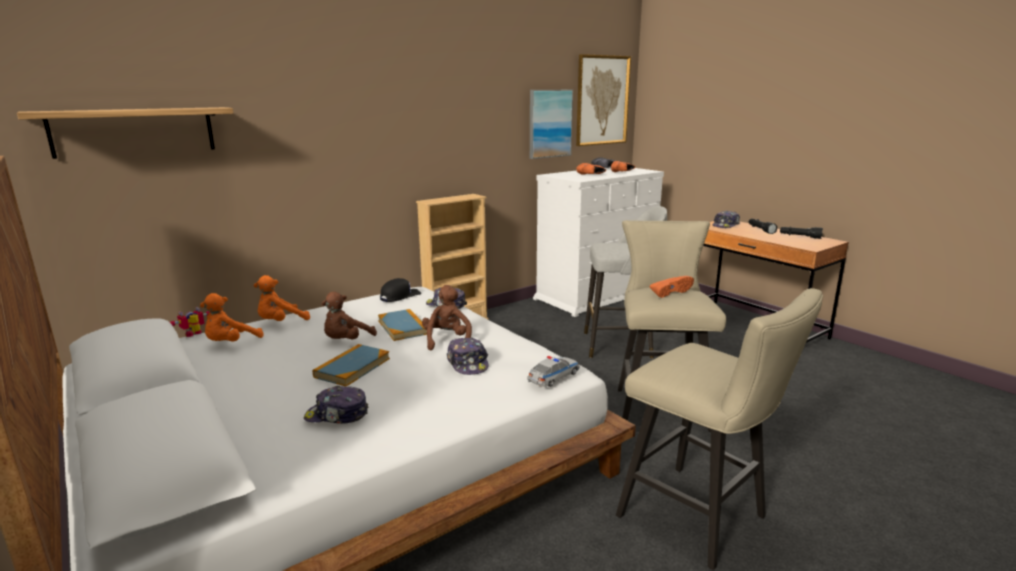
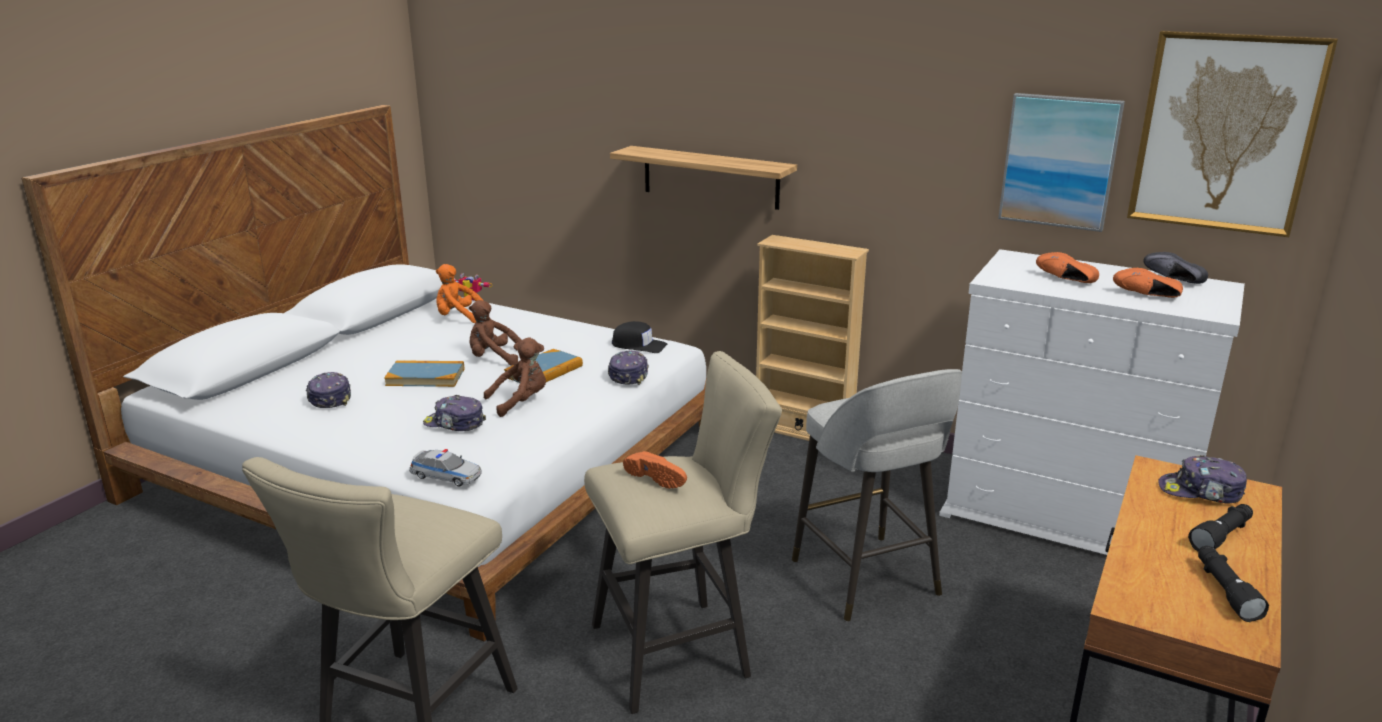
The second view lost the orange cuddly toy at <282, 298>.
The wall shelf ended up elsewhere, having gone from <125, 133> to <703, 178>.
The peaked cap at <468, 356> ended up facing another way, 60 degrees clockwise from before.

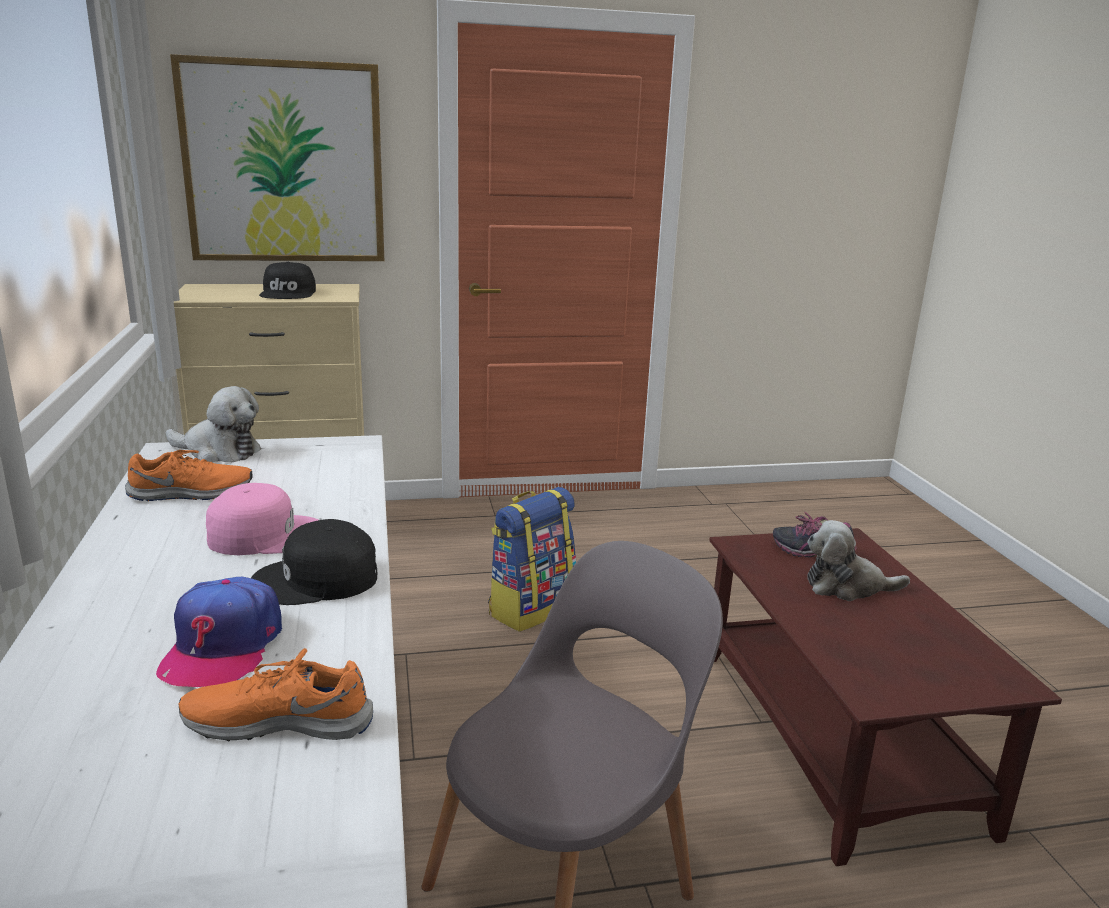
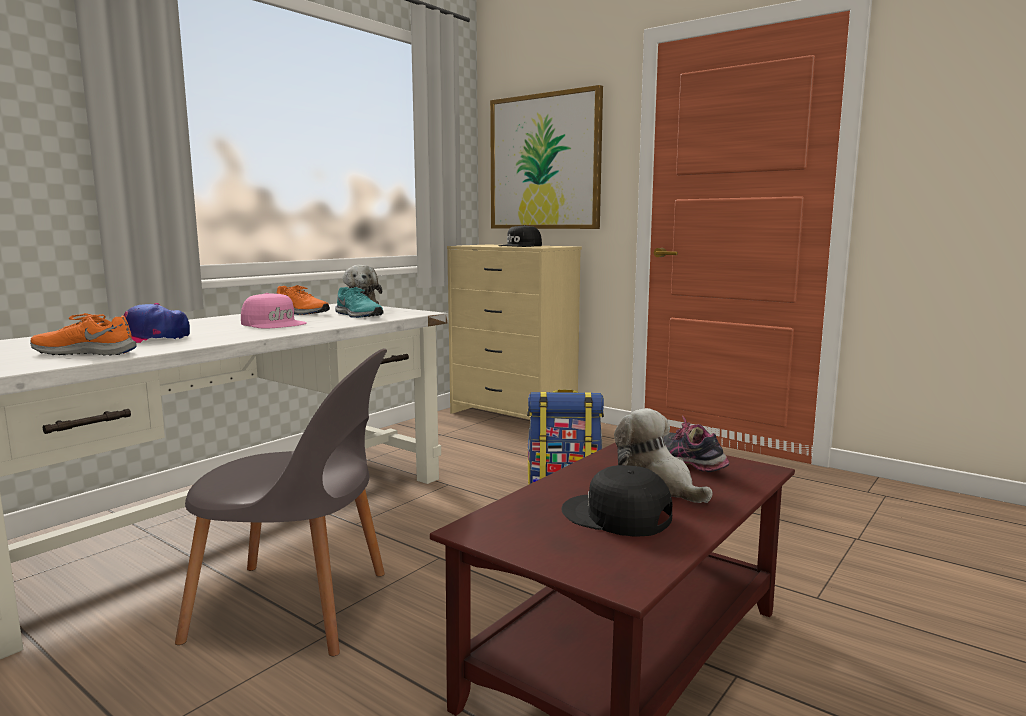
The second view gained the blue-green shoe at <359, 302>.
The black-coloured peaked cap ended up elsewhere, having gone from <314, 562> to <616, 501>.
The orange shoe at <276, 694> ended up facing another way, 45 degrees counterclockwise from before.

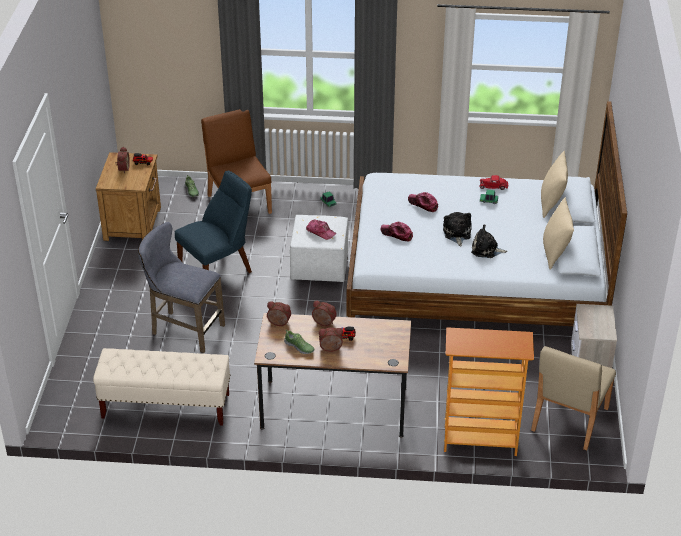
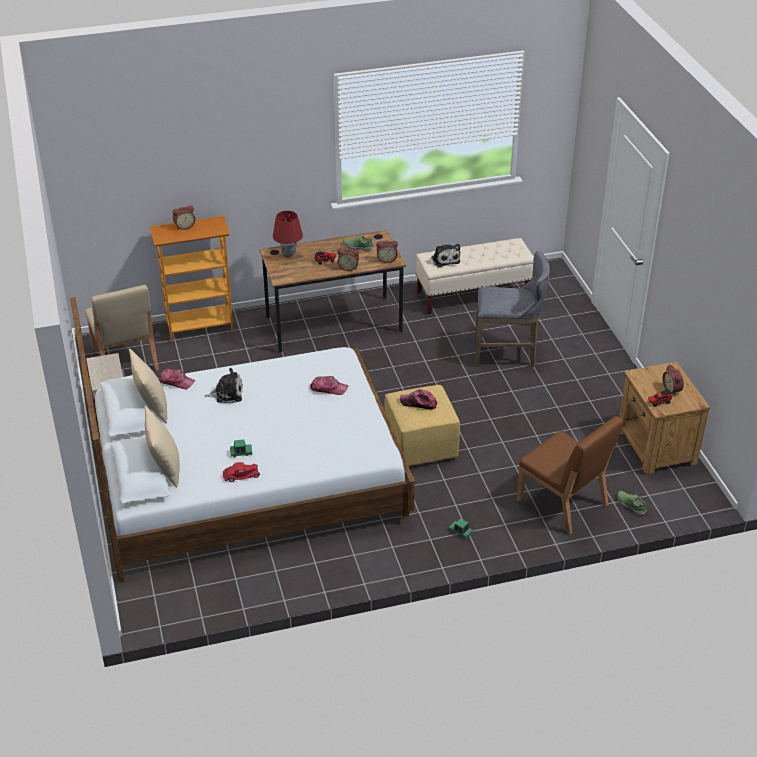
The second view lost the blue-coloured upright chair at <213, 222>.
The second view gained the reddish table lamp at <288, 234>.
The bedside clock ended up elsewhere, having gone from <331, 339> to <183, 217>.
The peaked cap ended up elsewhere, having gone from <423, 202> to <177, 379>.
The cuddly toy ended up elsewhere, having gone from <457, 229> to <445, 255>.
What was the white pouffe at <319, 248> turned into the yellow-coloured pouffe at <422, 425>.
The beige-coloured upright chair at <573, 398> ended up facing another way, 150 degrees clockwise from before.

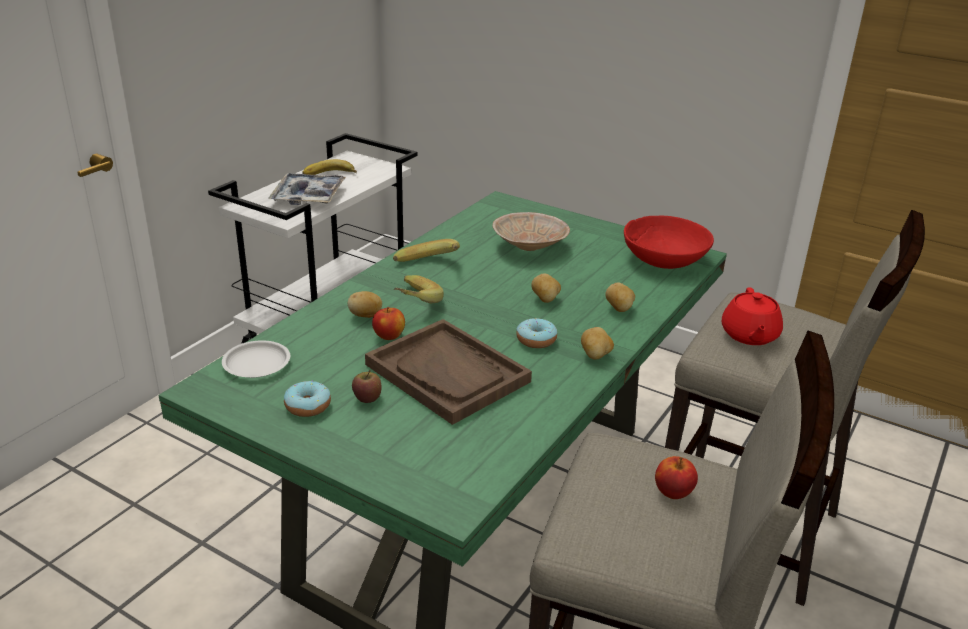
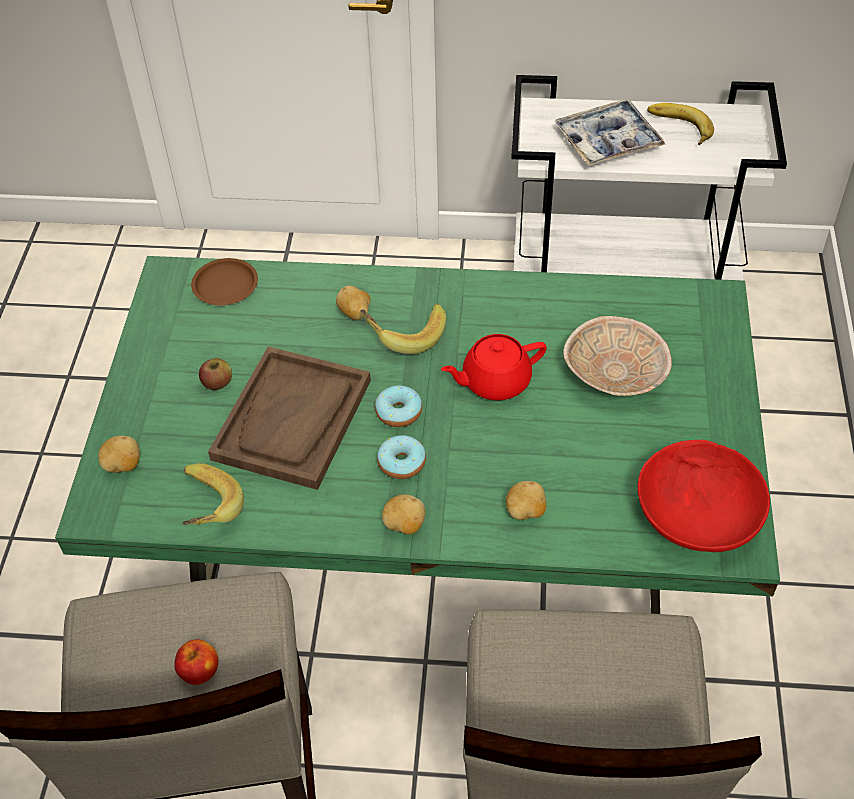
The second view lost the apple fruit at <388, 323>.
The doughnut ended up elsewhere, having gone from <307, 399> to <398, 406>.
The whole banana ended up elsewhere, having gone from <426, 250> to <213, 494>.
The potato ended up elsewhere, having gone from <546, 288> to <119, 454>.
The reddish tea pot ended up elsewhere, having gone from <752, 316> to <494, 367>.
What was the white plate at <256, 359> turned into the brown-coloured plate at <224, 281>.

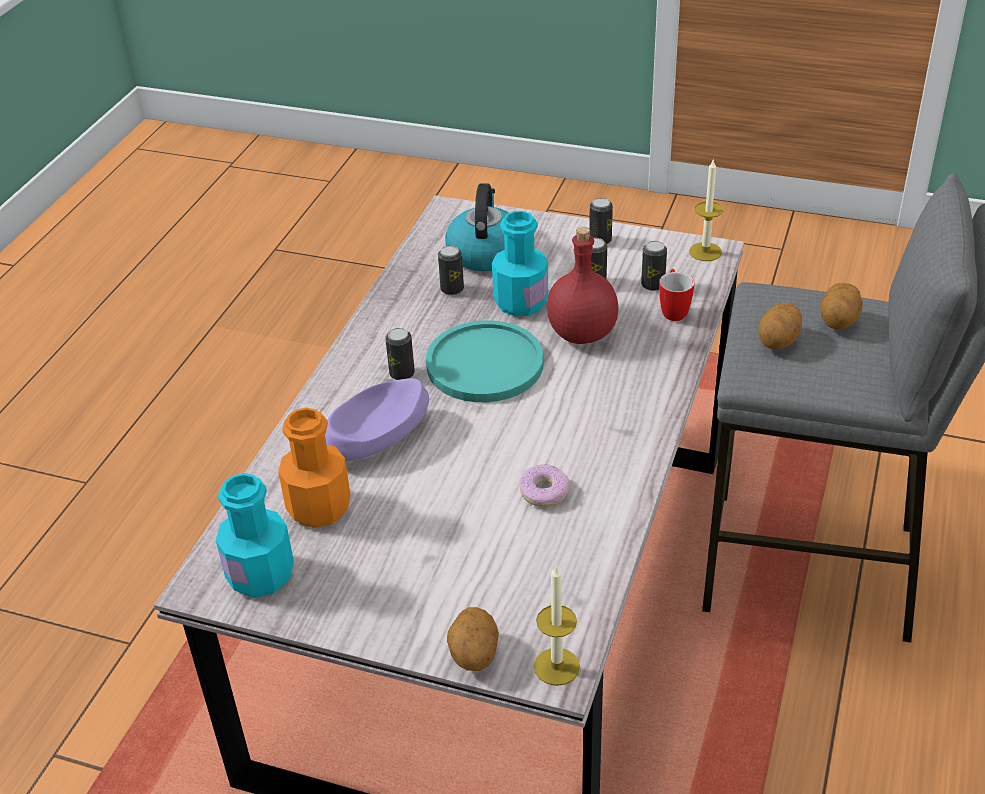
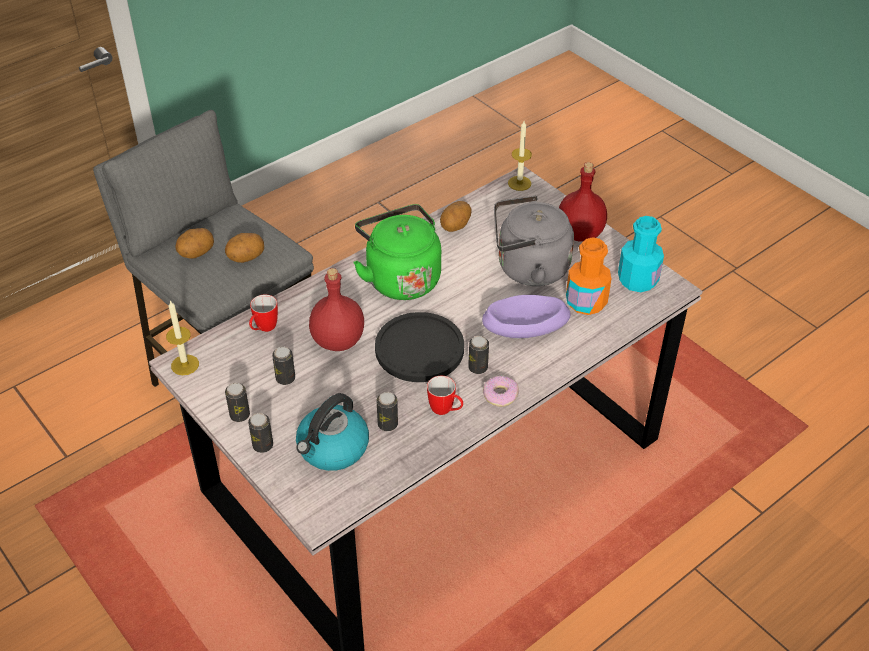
The second view lost the blue-green beverage bottle at <520, 263>.
The second view gained the green kettle at <397, 252>.
The second view gained the coffee mug at <445, 395>.
The second view gained the greyish kettle at <534, 240>.
The second view gained the reddish beverage bottle at <583, 202>.
The potato ended up elsewhere, having gone from <473, 639> to <456, 216>.
The doughnut ended up elsewhere, having gone from <544, 485> to <501, 391>.
The sealed can ended up elsewhere, having gone from <654, 266> to <260, 433>.
What was the blue-green plate at <485, 361> turned into the black-coloured plate at <419, 347>.

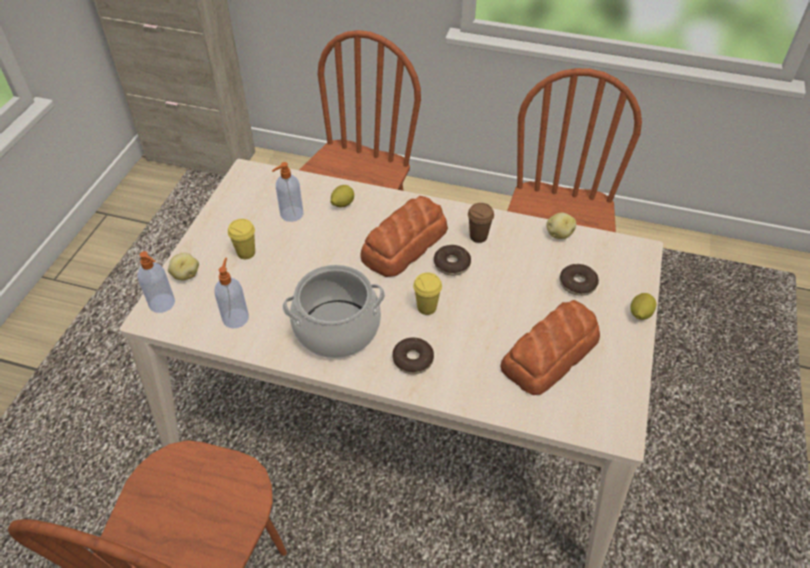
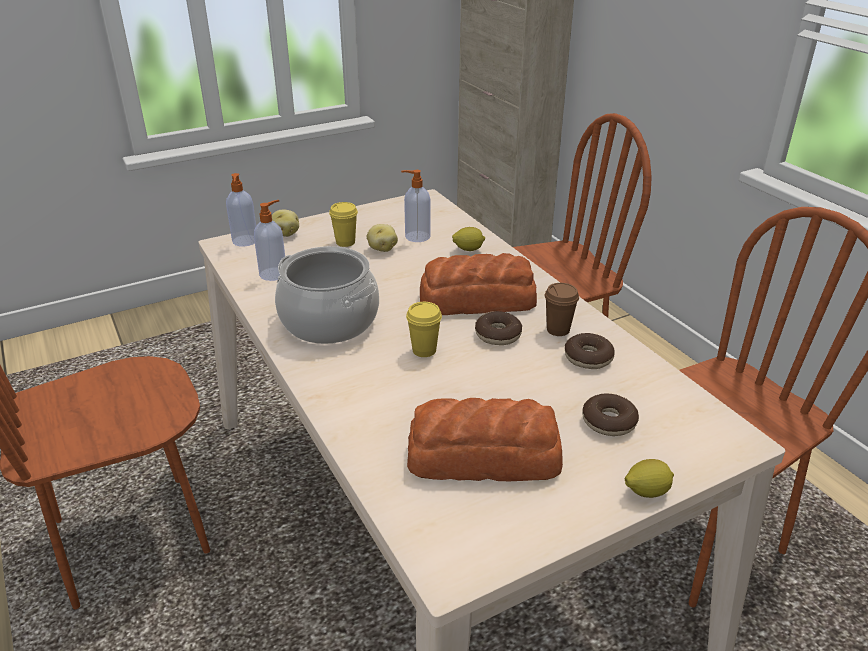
The doughnut ended up elsewhere, having gone from <413, 356> to <590, 351>.
The potato ended up elsewhere, having gone from <561, 226> to <382, 238>.

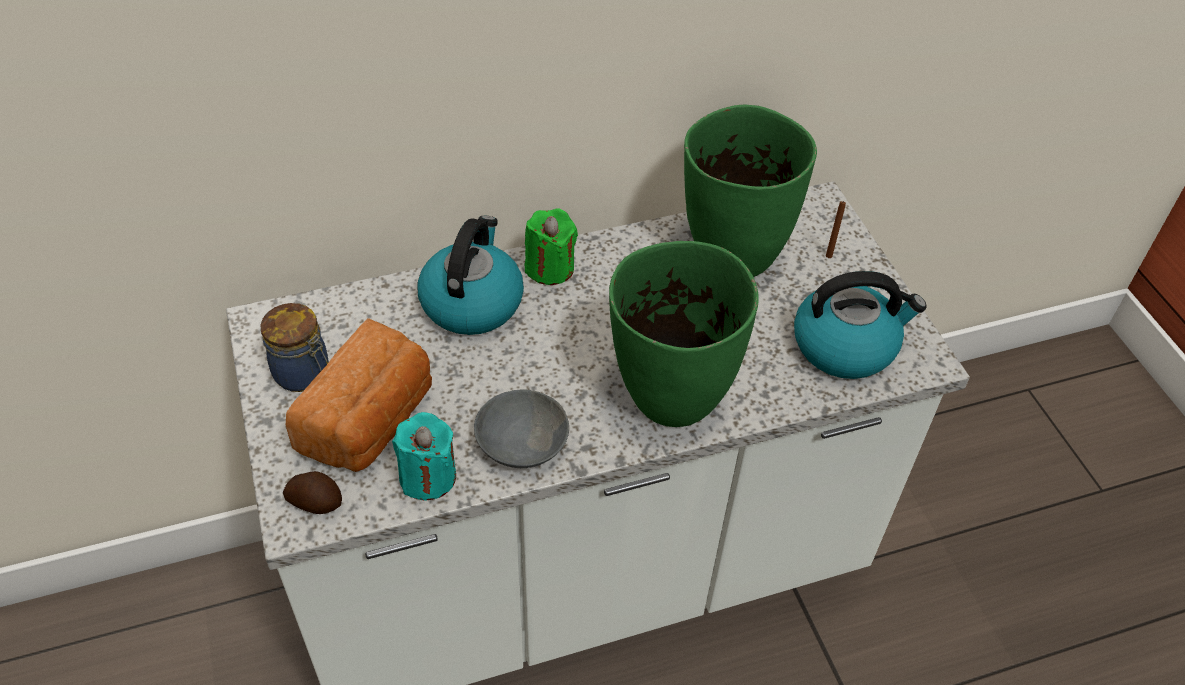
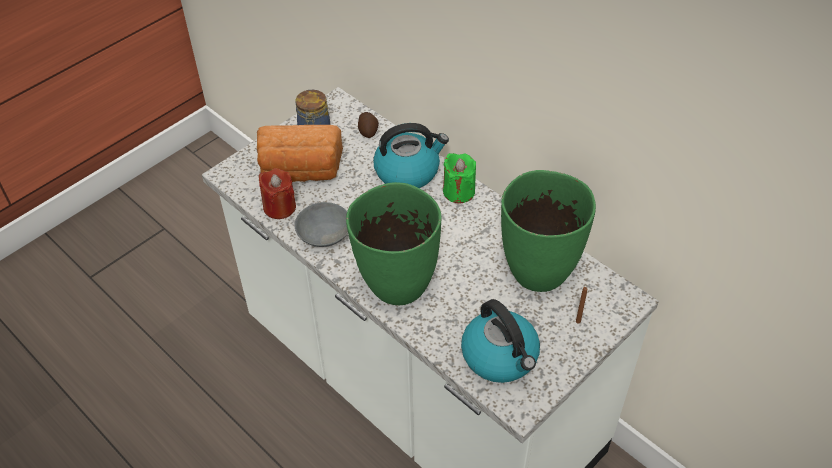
The potato ended up elsewhere, having gone from <312, 492> to <368, 125>.
What was the blue-green wax candle at <424, 456> turned into the reddish wax candle at <277, 193>.

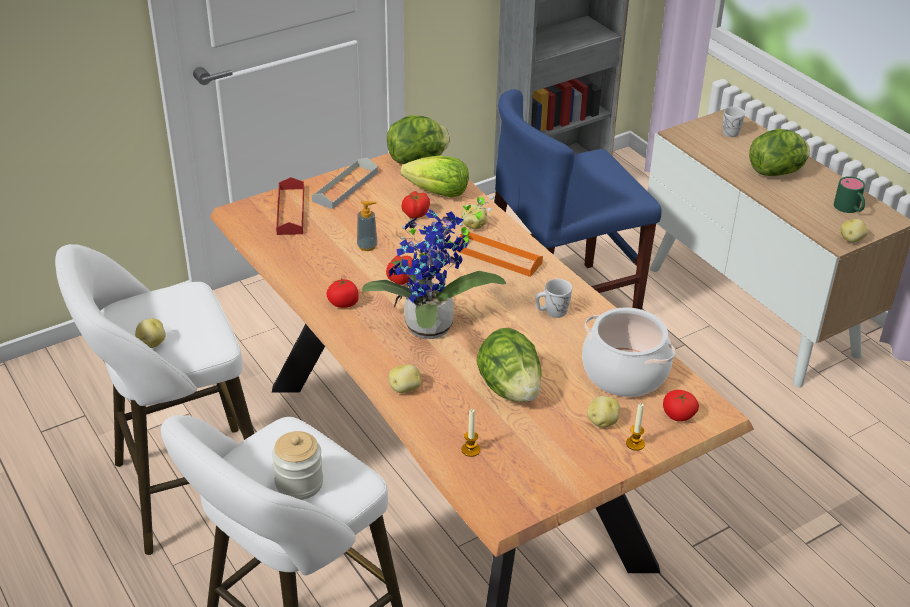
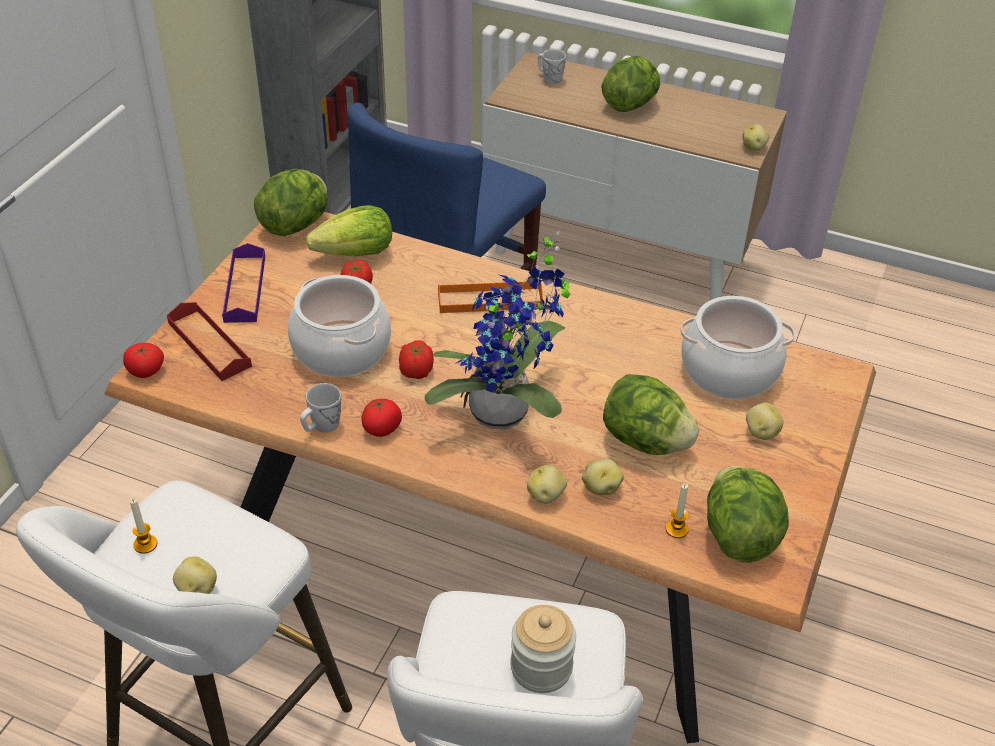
The second view lost the green coffee mug at <849, 194>.
The second view gained the lettuce at <748, 514>.
The potato ended up elsewhere, having gone from <474, 217> to <603, 476>.
The white coffee mug ended up elsewhere, having gone from <553, 298> to <320, 408>.
The wax candle ended up elsewhere, having gone from <635, 427> to <143, 526>.
The fresh tomato ended up elsewhere, having gone from <681, 405> to <143, 360>.
Where the soap bottle stood at <367, 226>, the cooking pot came to stand at <339, 326>.
What was the greyish carrying tray at <345, 183> turned into the purple carrying tray at <243, 283>.

